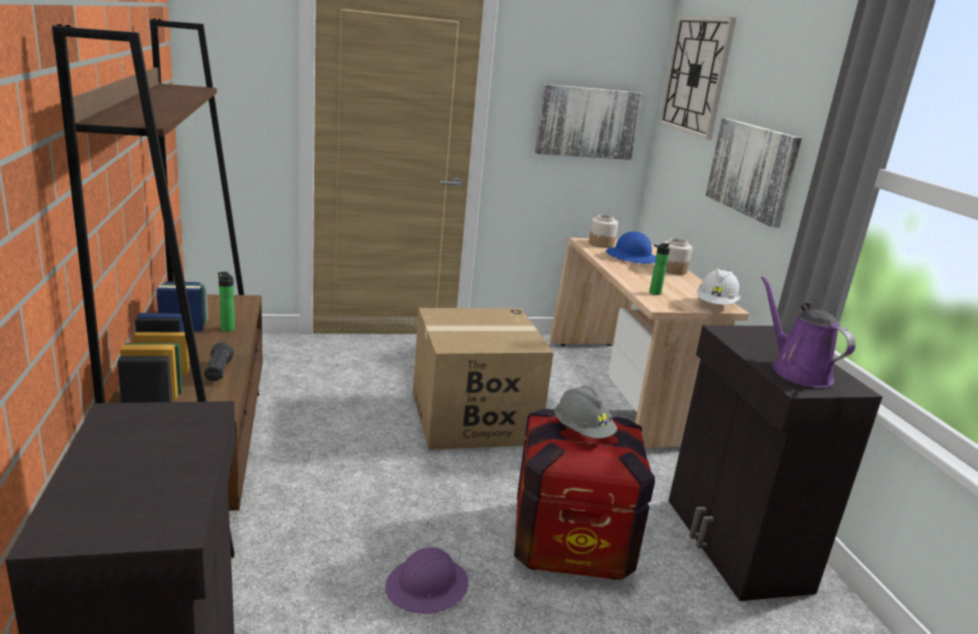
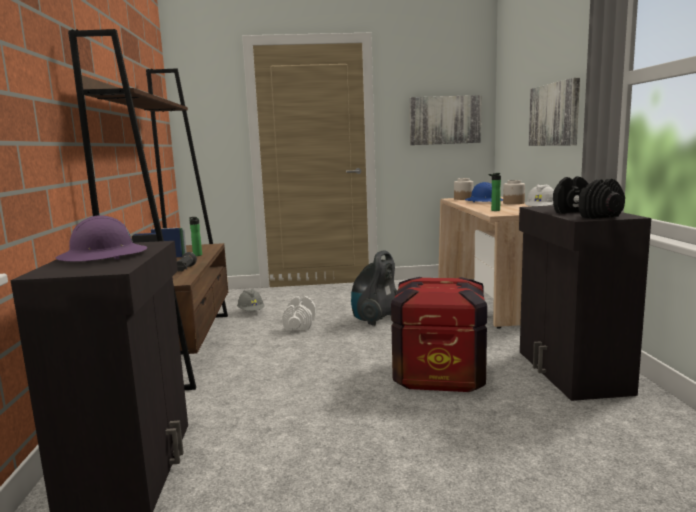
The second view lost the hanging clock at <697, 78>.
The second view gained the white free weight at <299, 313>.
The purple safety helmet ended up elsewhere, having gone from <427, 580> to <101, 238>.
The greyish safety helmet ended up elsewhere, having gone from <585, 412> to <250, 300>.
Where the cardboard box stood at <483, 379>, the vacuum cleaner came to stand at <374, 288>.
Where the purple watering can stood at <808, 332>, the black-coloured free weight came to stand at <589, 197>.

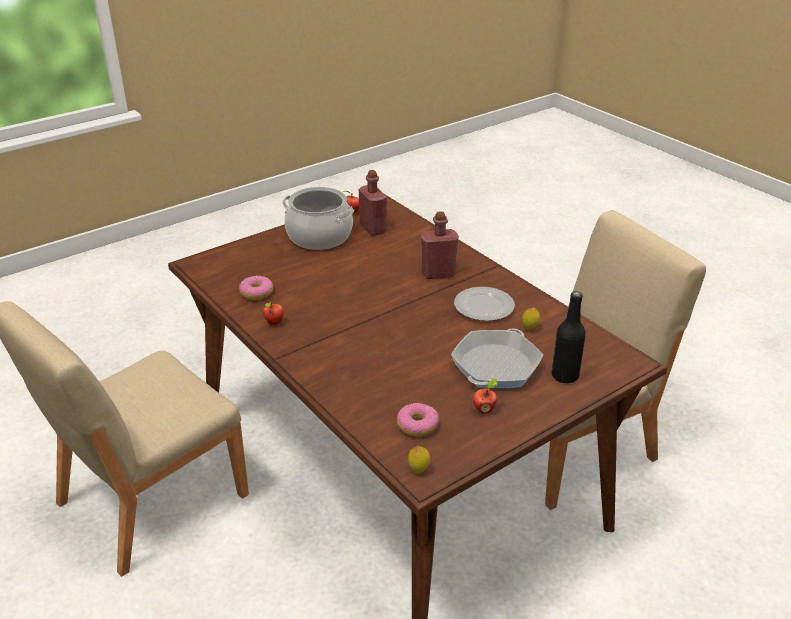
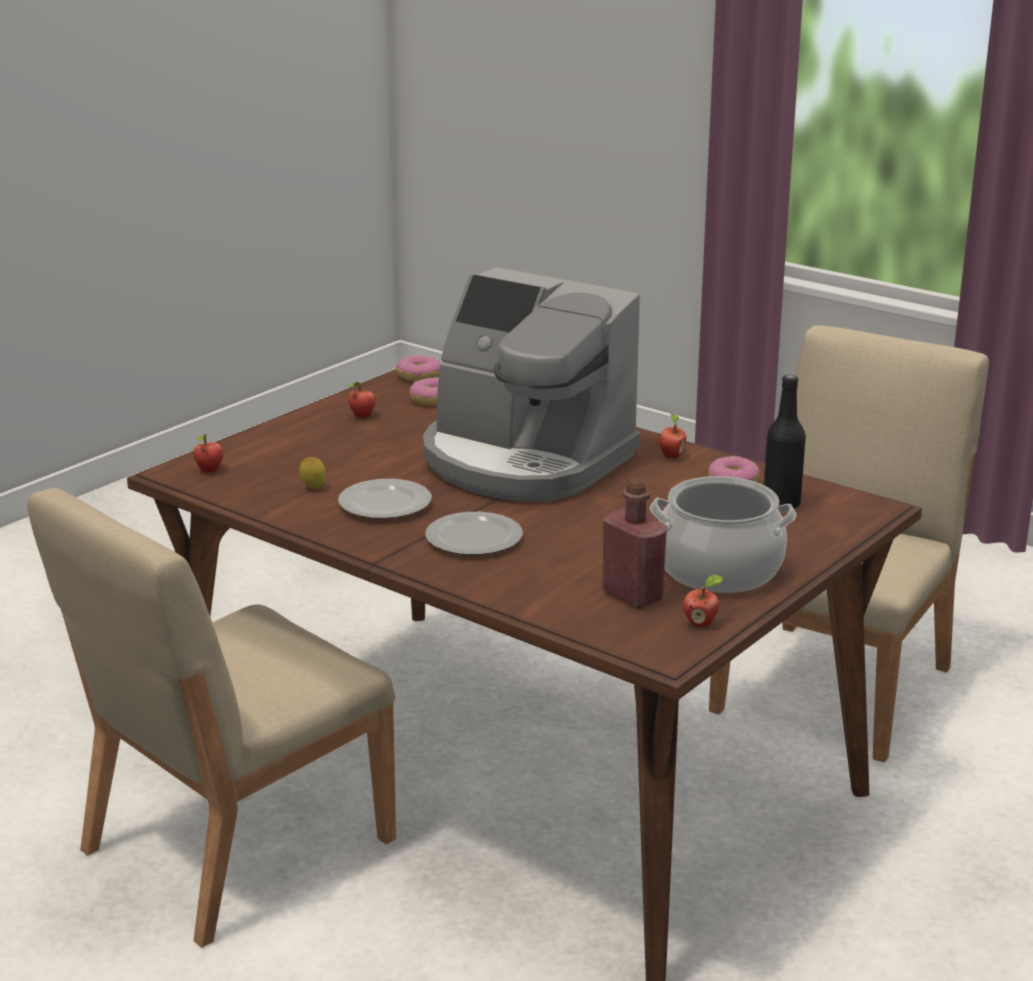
The second view lost the skillet at <497, 358>.
The second view gained the apple fruit at <208, 453>.
The second view gained the coffee machine at <531, 384>.
The black-coloured beverage bottle ended up elsewhere, having gone from <569, 337> to <785, 442>.
Where the whole lemon stood at <419, 460>, the doughnut came to stand at <418, 368>.
Where the reddish beverage bottle stood at <440, 245>, the plate came to stand at <474, 533>.

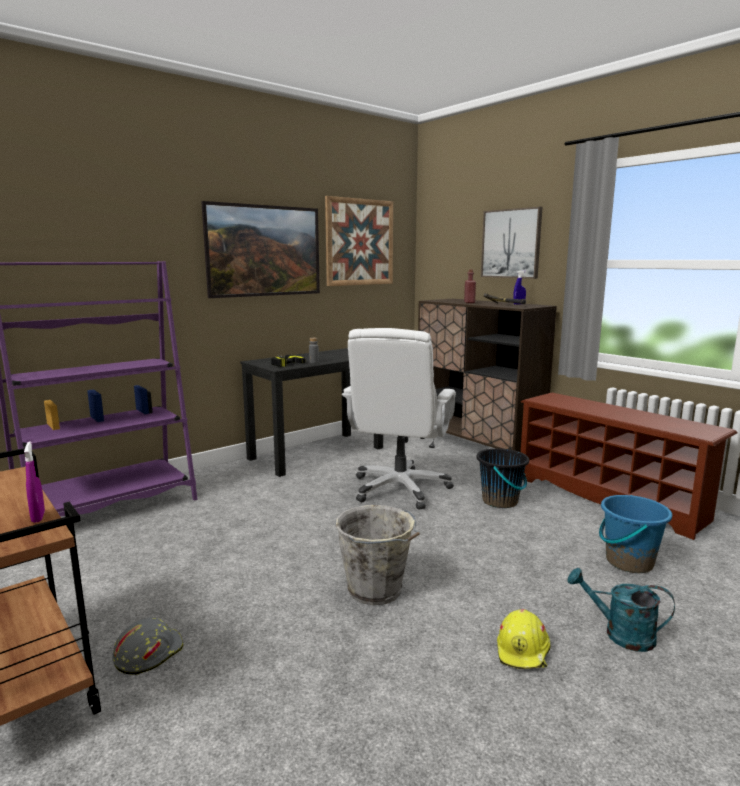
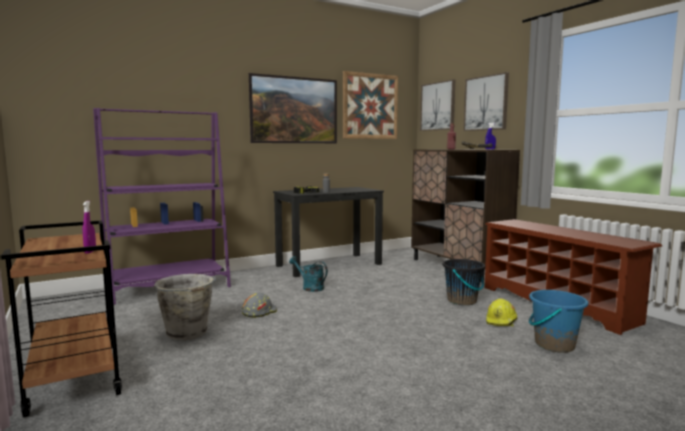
The second view lost the white office chair at <399, 419>.
The second view gained the wall picture at <437, 105>.
The greyish safety helmet ended up elsewhere, having gone from <147, 646> to <259, 305>.
The greyish bucket ended up elsewhere, having gone from <377, 555> to <185, 307>.
The yellow-coloured safety helmet ended up elsewhere, having gone from <524, 639> to <501, 312>.
The blue-green watering can ended up elsewhere, having gone from <621, 610> to <308, 274>.

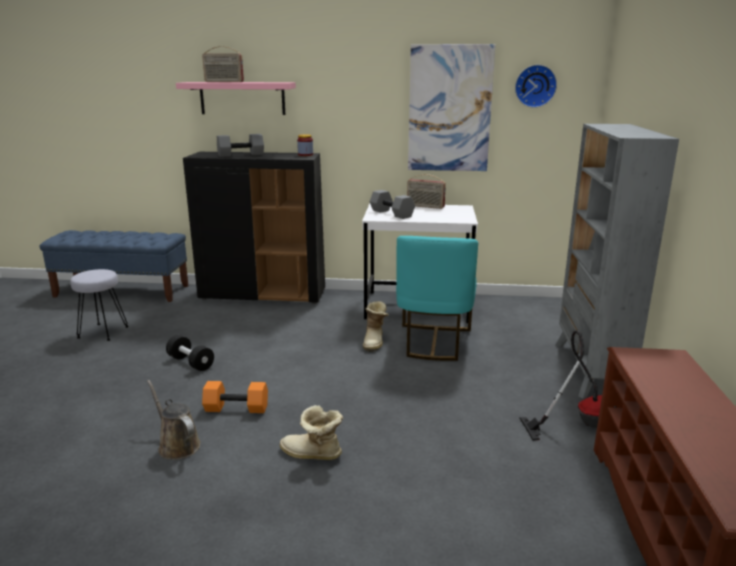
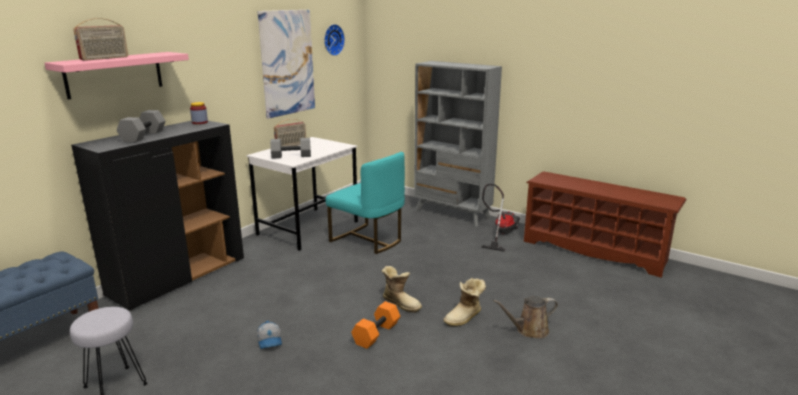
The brown-coloured watering can ended up elsewhere, having gone from <173, 420> to <525, 317>.
The high-top boot ended up elsewhere, having gone from <376, 326> to <402, 289>.
Where the black-coloured free weight stood at <190, 353>, the peaked cap came to stand at <269, 335>.

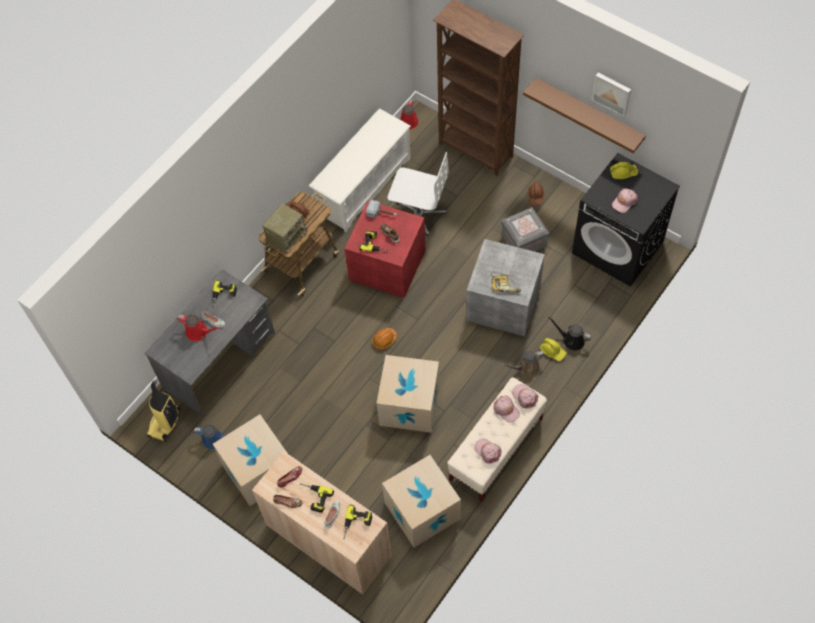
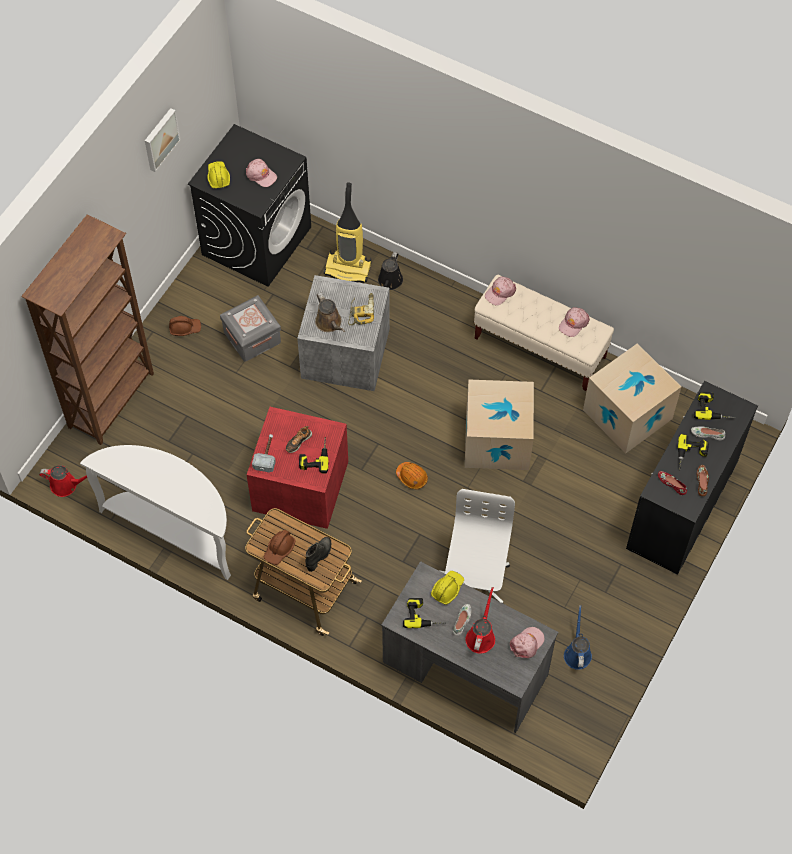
The second view lost the cardboard box at <250, 460>.
The second view lost the brown-coloured wall shelf at <584, 115>.
The vacuum cleaner ended up elsewhere, having gone from <164, 411> to <347, 232>.
The white office chair ended up elsewhere, having gone from <418, 194> to <477, 546>.
The pinkish peaked cap ended up elsewhere, having gone from <506, 409> to <527, 642>.
The brown-coloured watering can ended up elsewhere, having gone from <523, 363> to <330, 312>.
The yellow-coloured safety helmet ended up elsewhere, having gone from <553, 349> to <447, 588>.
Where the radio set stood at <285, 228>, the black-coloured high-top boot came to stand at <318, 554>.
Where the white shoe shelf stood at <360, 170>, the white narrow table came to stand at <155, 512>.
What was the beige-coloured cupboard at <322, 522> turned into the black-coloured cupboard at <692, 477>.

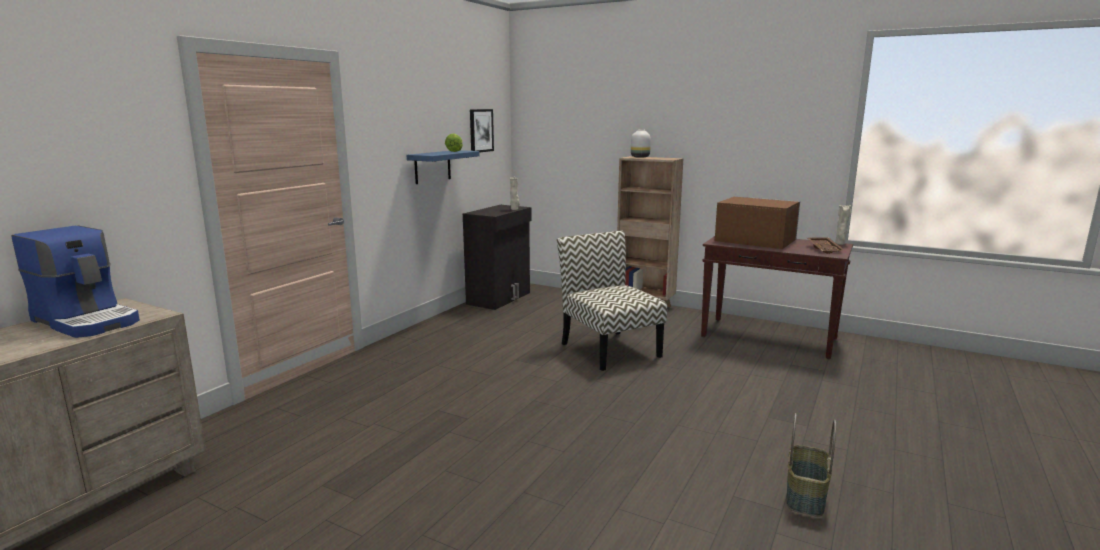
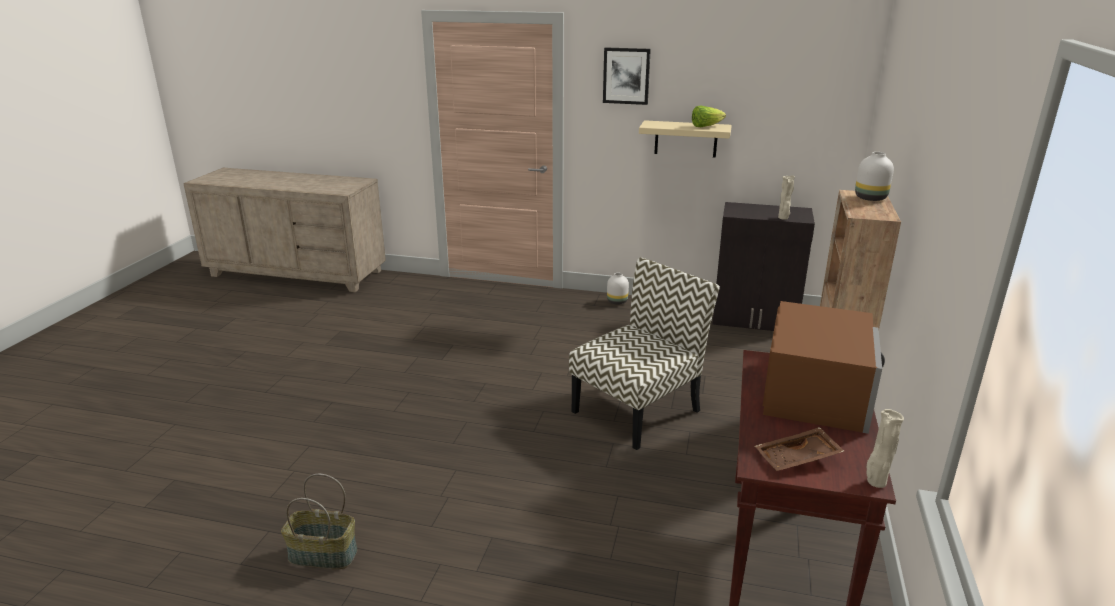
The second view lost the coffee machine at <76, 281>.
The second view gained the white vase at <618, 289>.
The wall picture ended up elsewhere, having gone from <482, 131> to <627, 76>.
What was the blue-coloured wall shelf at <442, 167> turned into the beige-coloured wall shelf at <685, 139>.

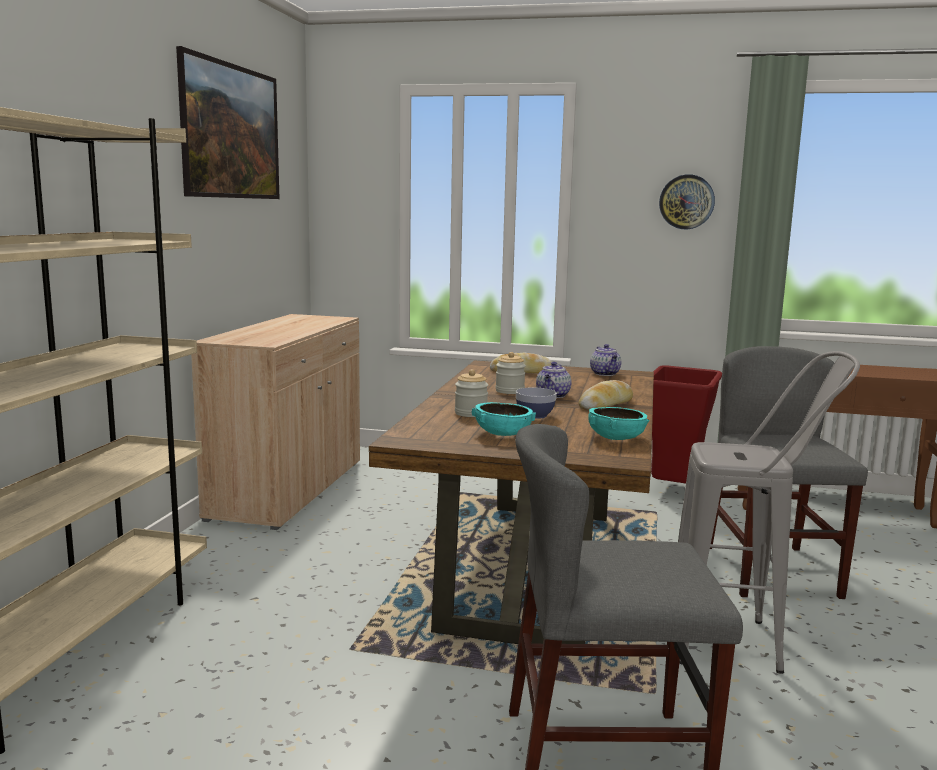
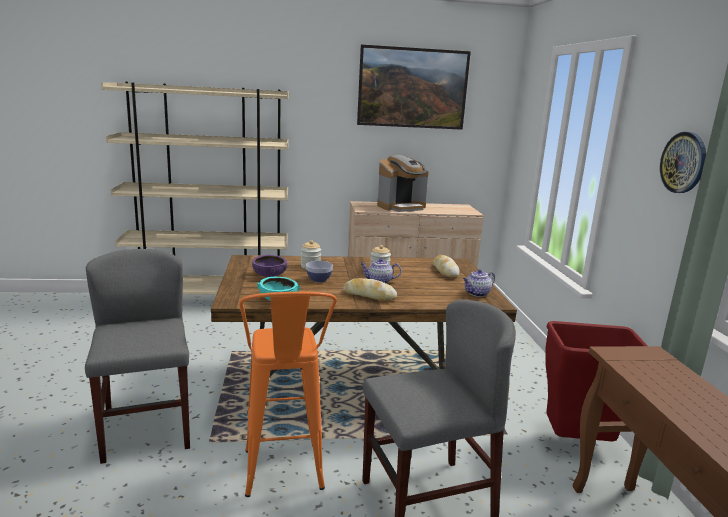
The second view gained the coffee machine at <403, 183>.
What was the blue-green serving bowl at <504, 419> turned into the purple serving bowl at <269, 266>.
What was the greyish sitting stool at <769, 512> turned into the orange sitting stool at <288, 394>.

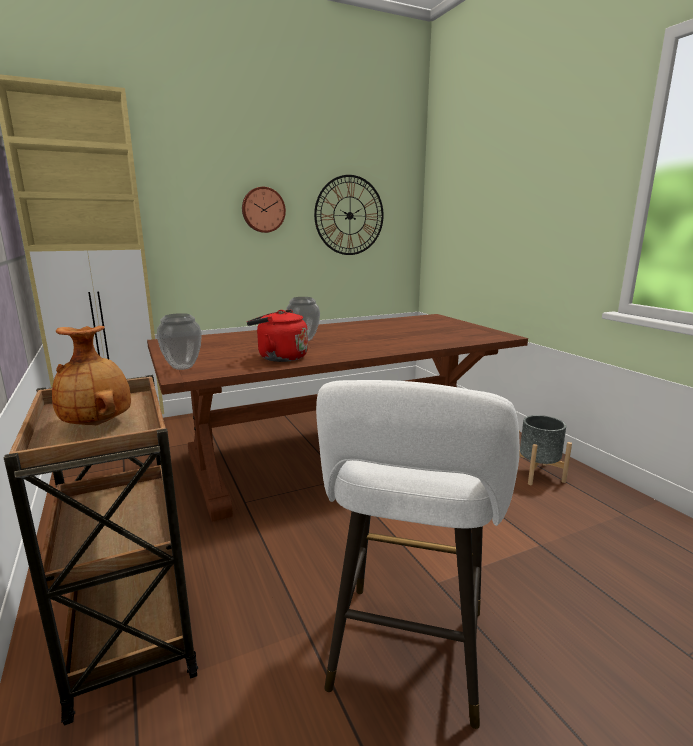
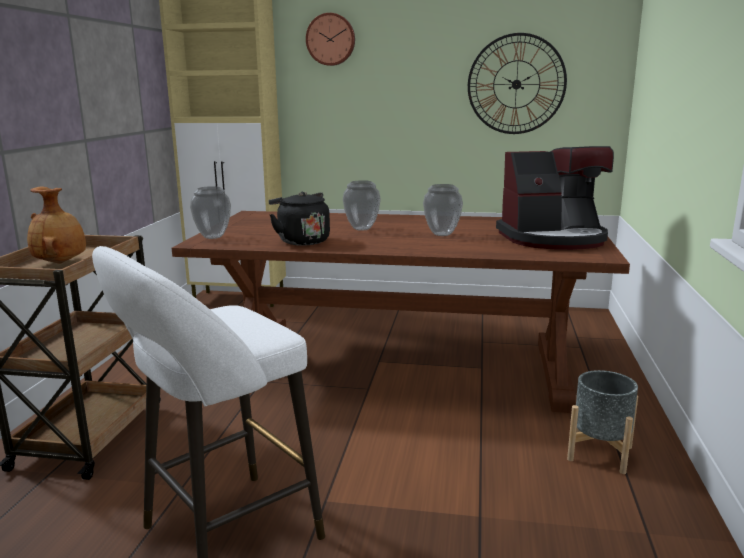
The second view gained the vase at <443, 210>.
The second view gained the coffee machine at <555, 198>.
The hanging clock ended up elsewhere, having gone from <264, 210> to <330, 39>.
What was the reddish kettle at <277, 335> turned into the black-coloured kettle at <299, 218>.

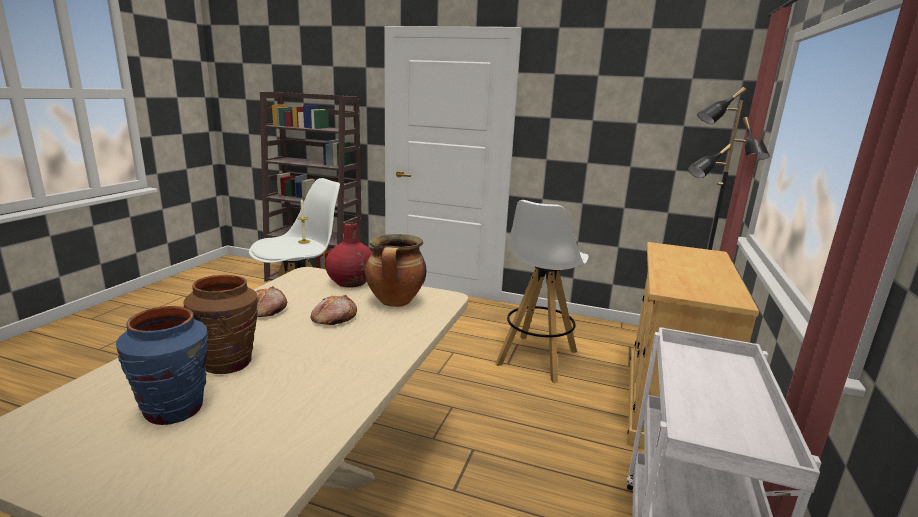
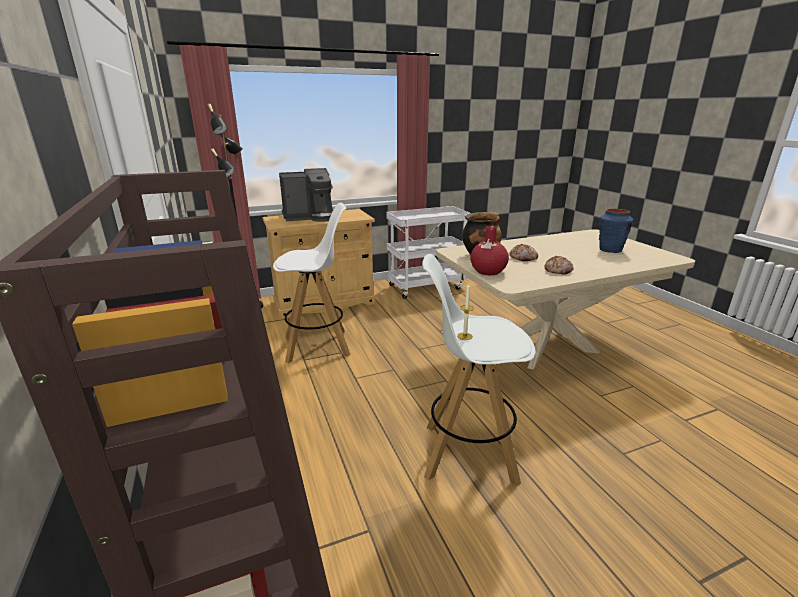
The second view lost the brown-coloured vase at <220, 324>.
The second view gained the coffee machine at <306, 195>.

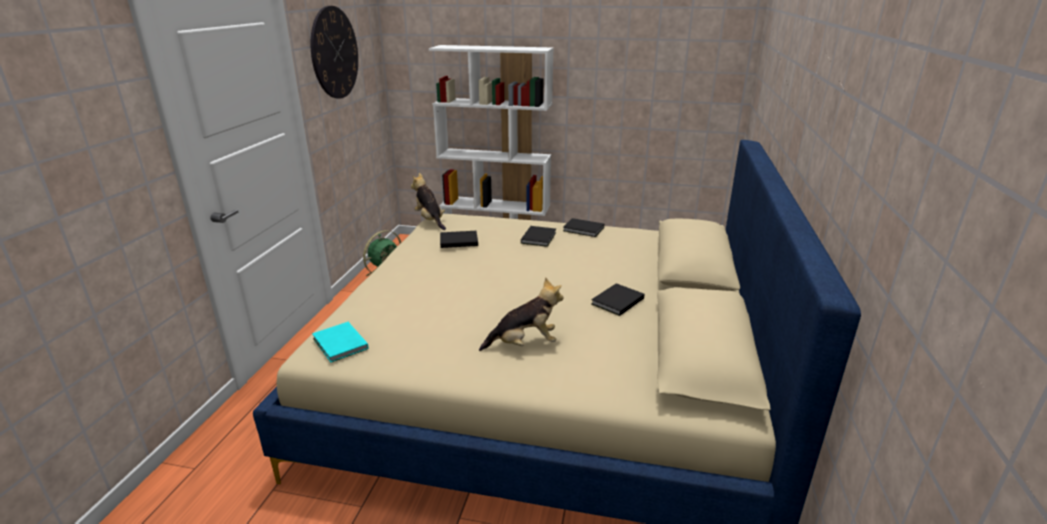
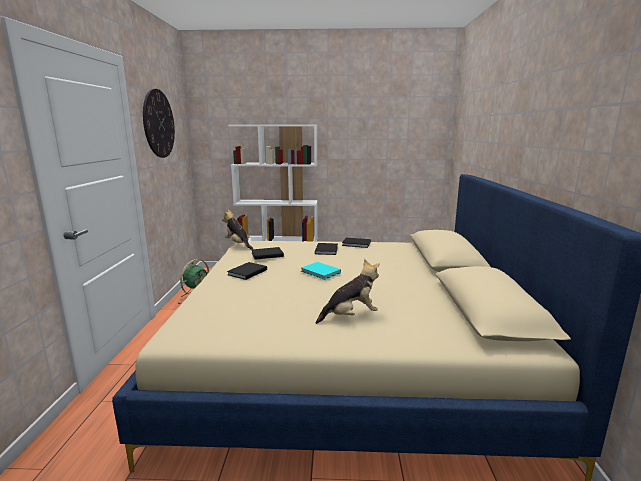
The blue-green book ended up elsewhere, having gone from <340, 342> to <321, 271>.
The black-coloured book ended up elsewhere, having gone from <617, 299> to <247, 271>.

